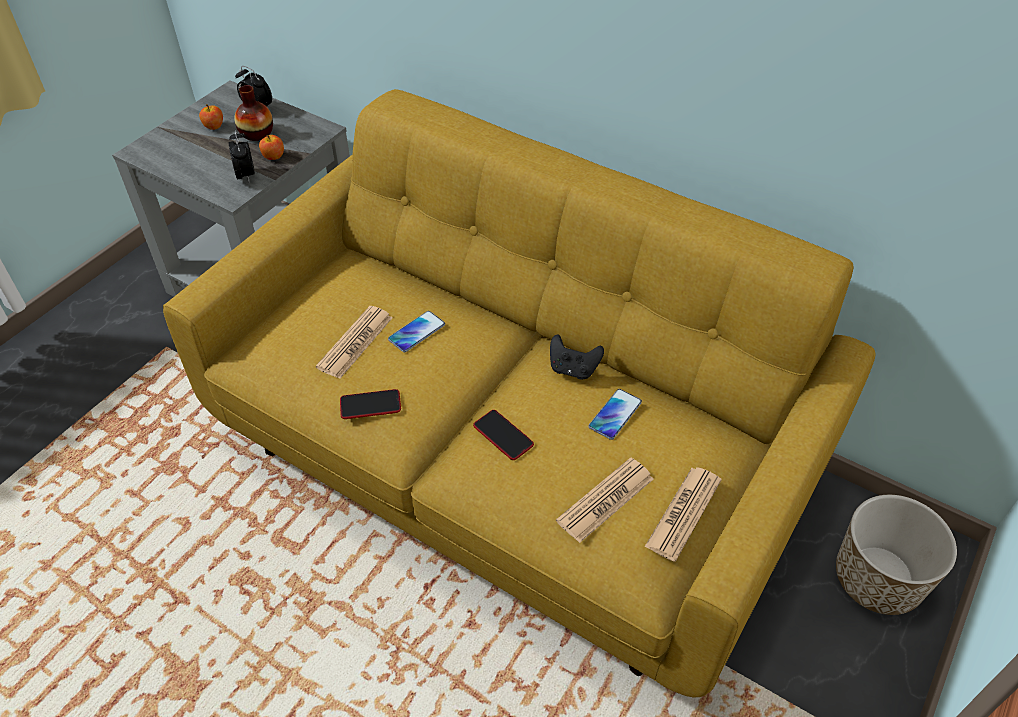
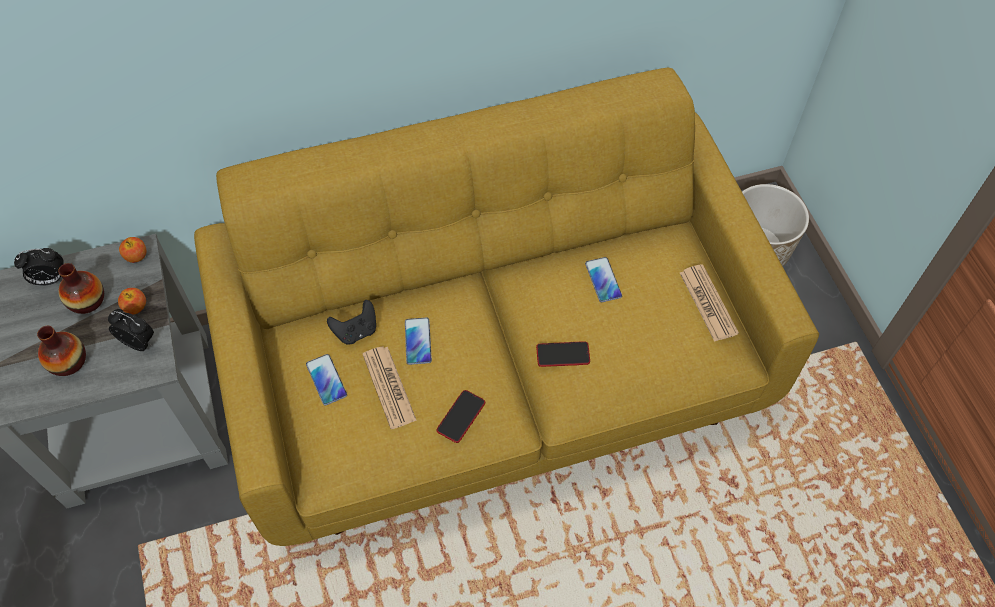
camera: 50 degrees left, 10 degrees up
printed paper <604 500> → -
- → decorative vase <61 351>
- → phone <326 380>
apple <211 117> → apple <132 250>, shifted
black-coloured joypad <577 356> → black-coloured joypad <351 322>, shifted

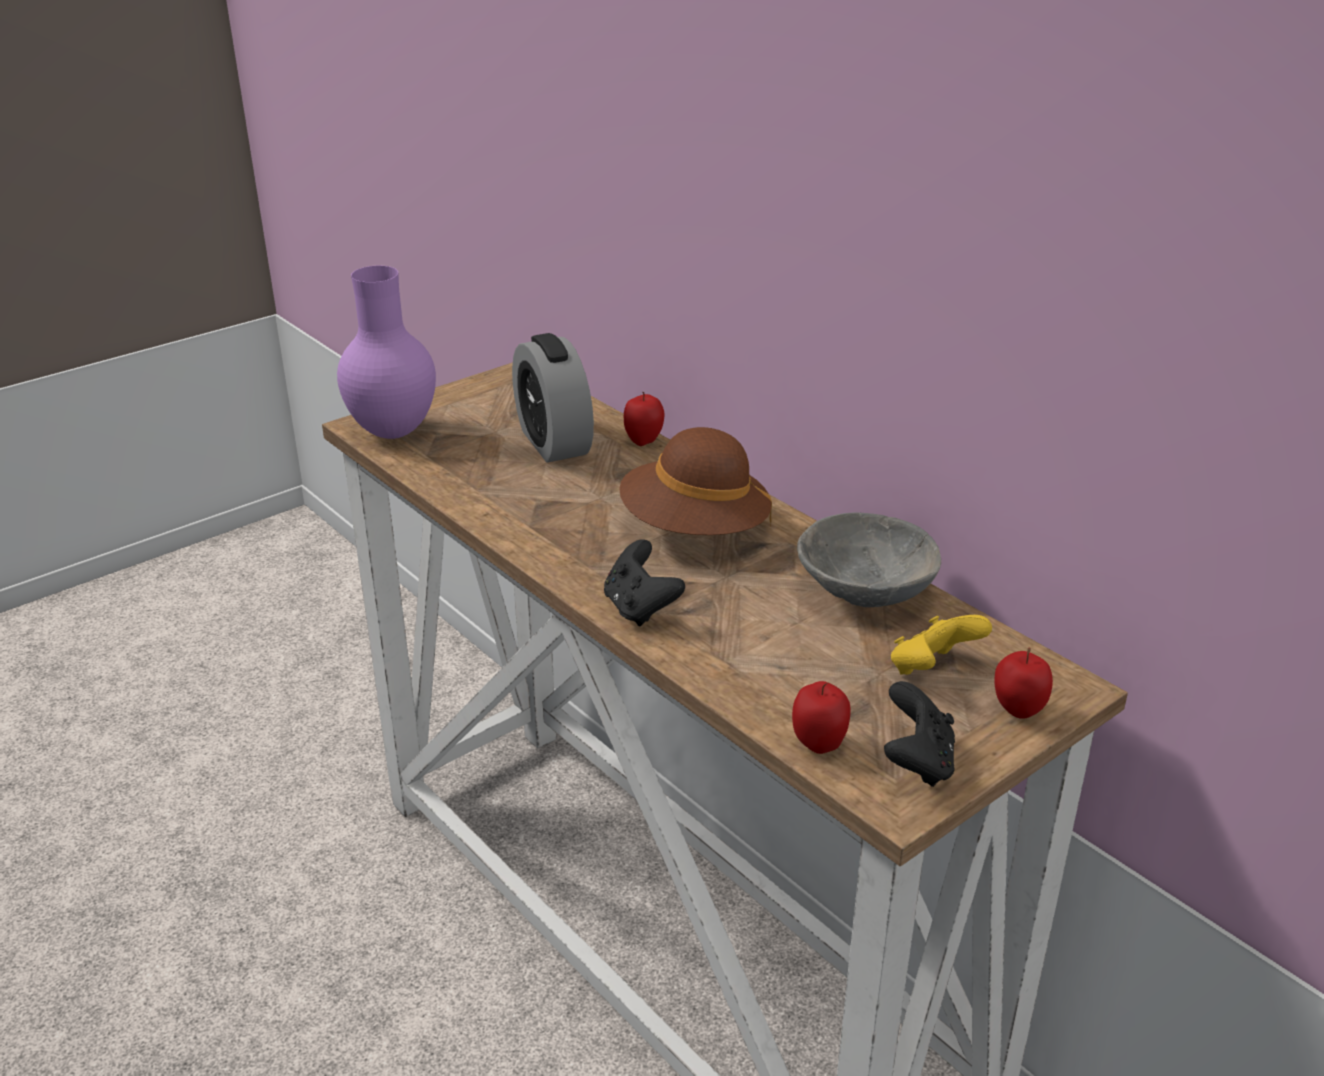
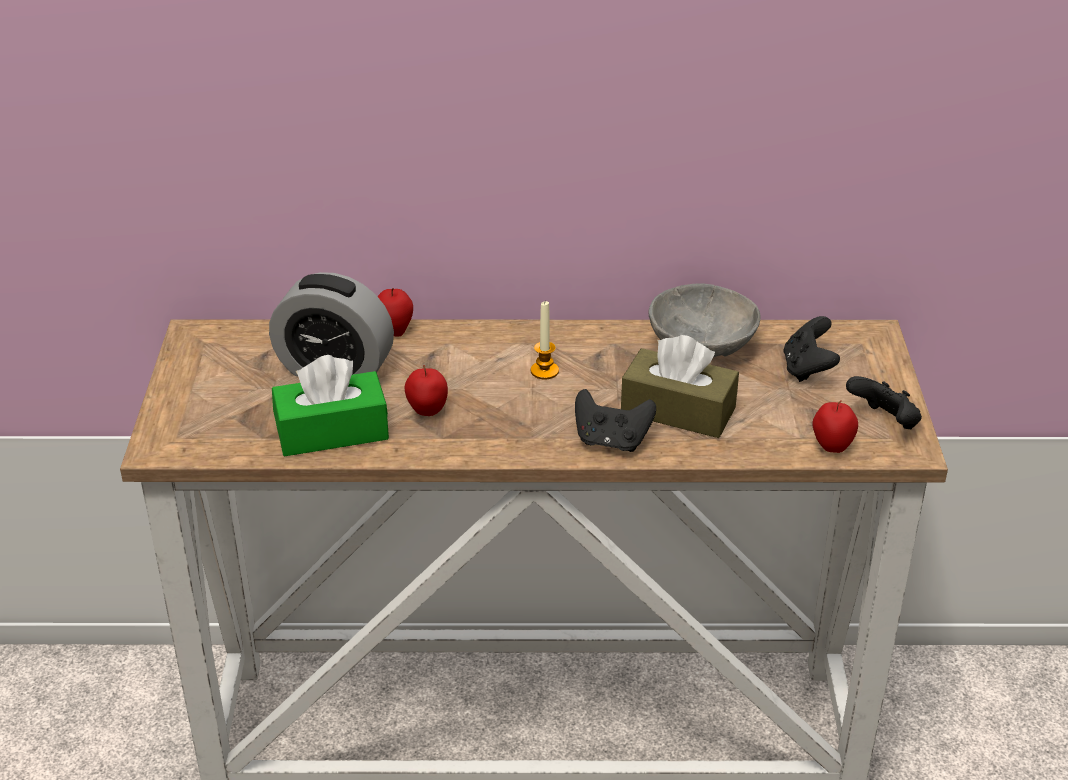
camera: 50 degrees left, 5 degrees up
purplish decorative vase <386 352> → -
- → green tissue holder <330 405>
- → brown-coloured tissue holder <680 386>
apple <1024 683> → apple <426 390>, shifted
brown-coloured wearable hat <695 481> → wax light <545 340>
yellow joypad <941 645> → black-coloured joypad <811 349>

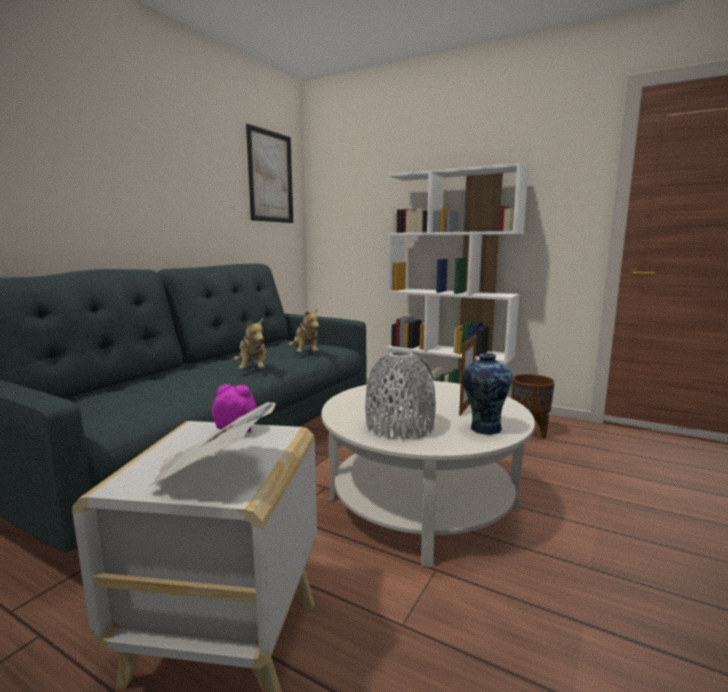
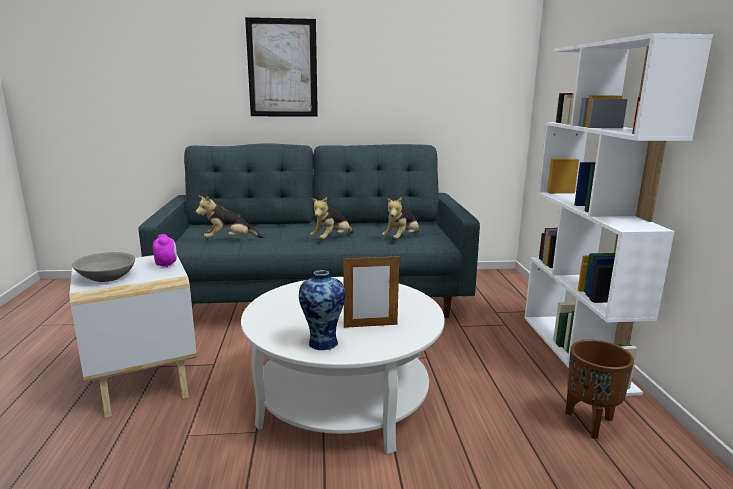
camera: 55 degrees right, 5 degrees up
grey decorative vase <400 395> → -
- → cuddly toy <229 217>
picture <269 173> → picture <281 67>, shifted
printed paper <212 444> → grey deep dish <103 267>

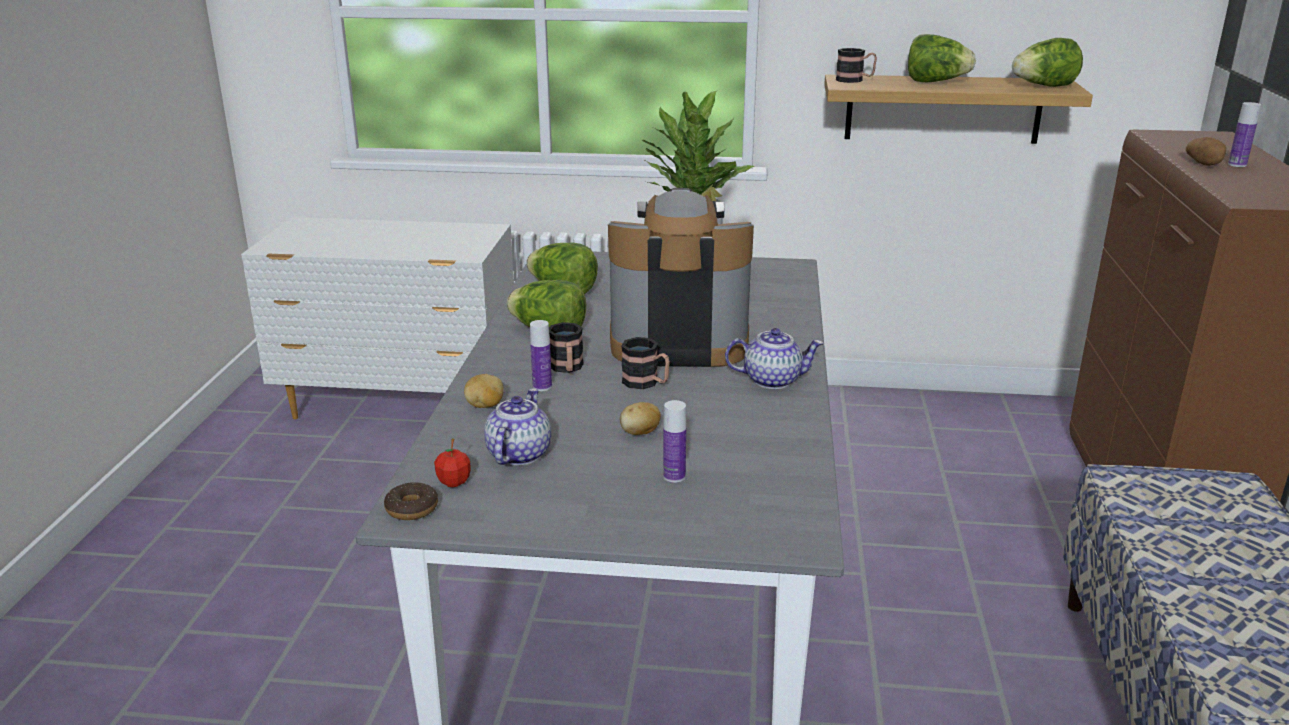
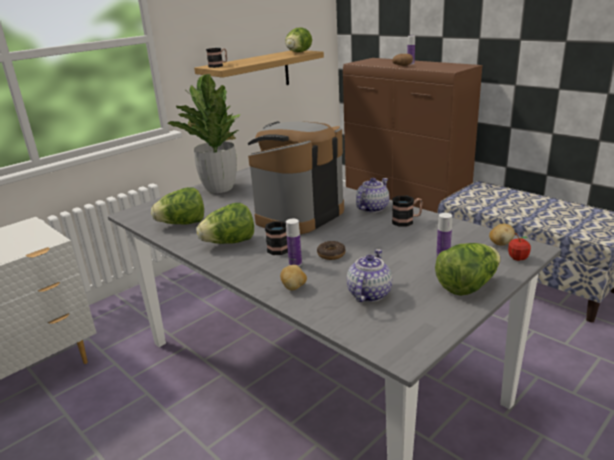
camera: 50 degrees left, 0 degrees up
donut <411 501> → donut <331 250>, shifted
apple <452 462> → apple <519 247>, shifted
whole potato <640 418> → whole potato <502 235>, shifted
mug <645 363> → mug <407 211>, shifted
lettuce head <942 58> → lettuce head <467 269>, shifted
teapot <517 427> → teapot <369 275>, 60 degrees clockwise

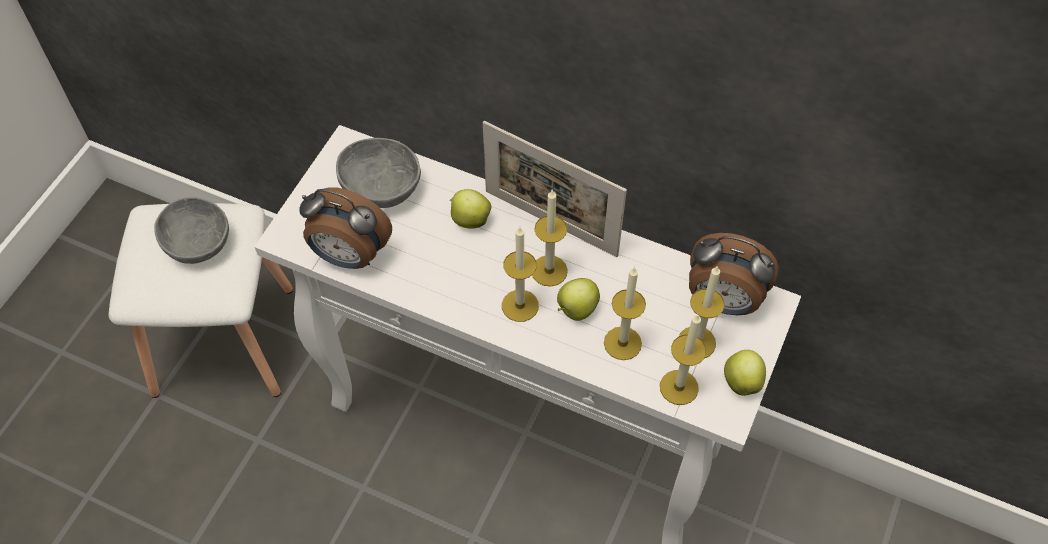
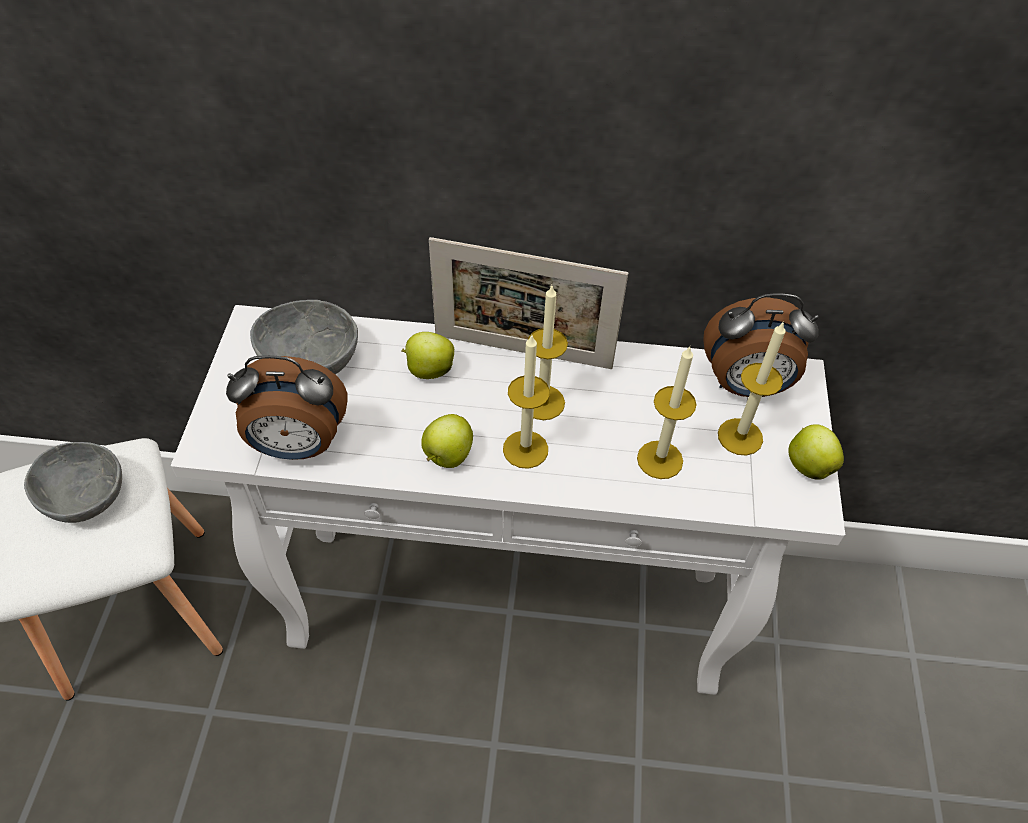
camera: 20 degrees left, 5 degrees down
wax light <683 360> → -
apple <578 299> → apple <447 441>, shifted

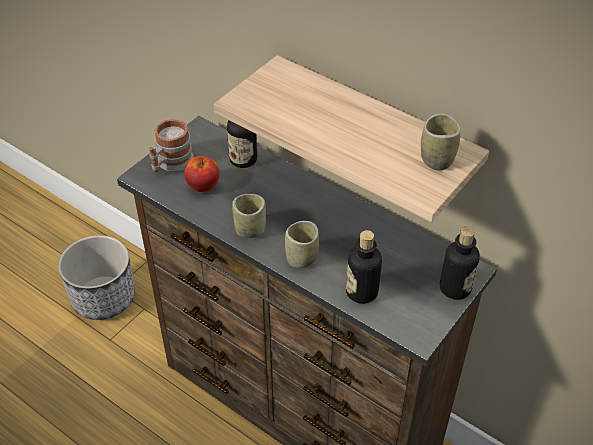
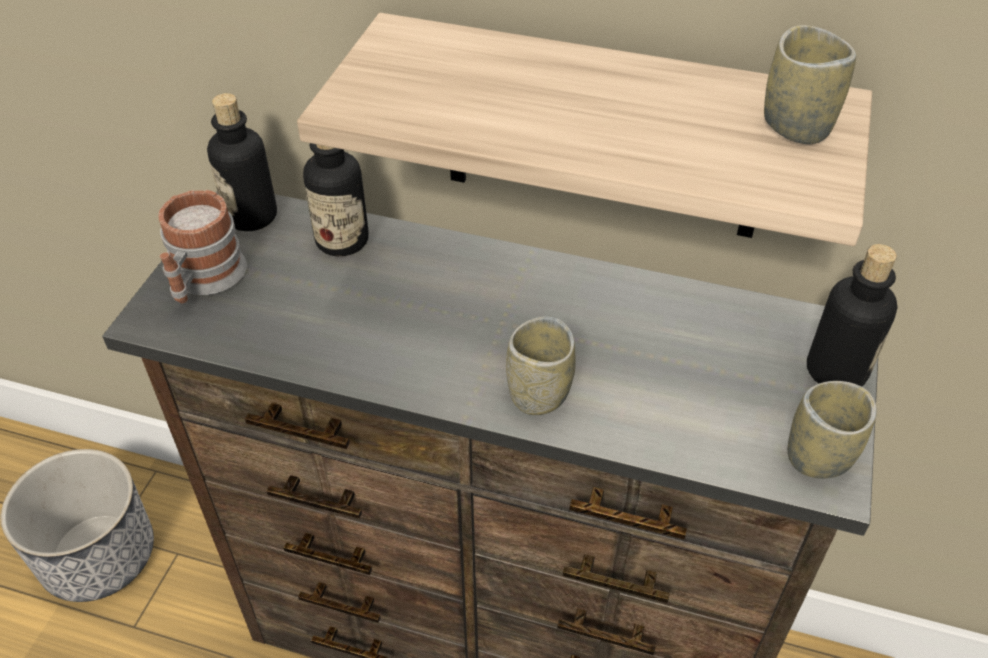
camera: 20 degrees left, 0 degrees up
apple <201 174> → -
small cup <249 216> → small cup <832 430>, shifted
bottle <364 267> → bottle <242 162>, shifted

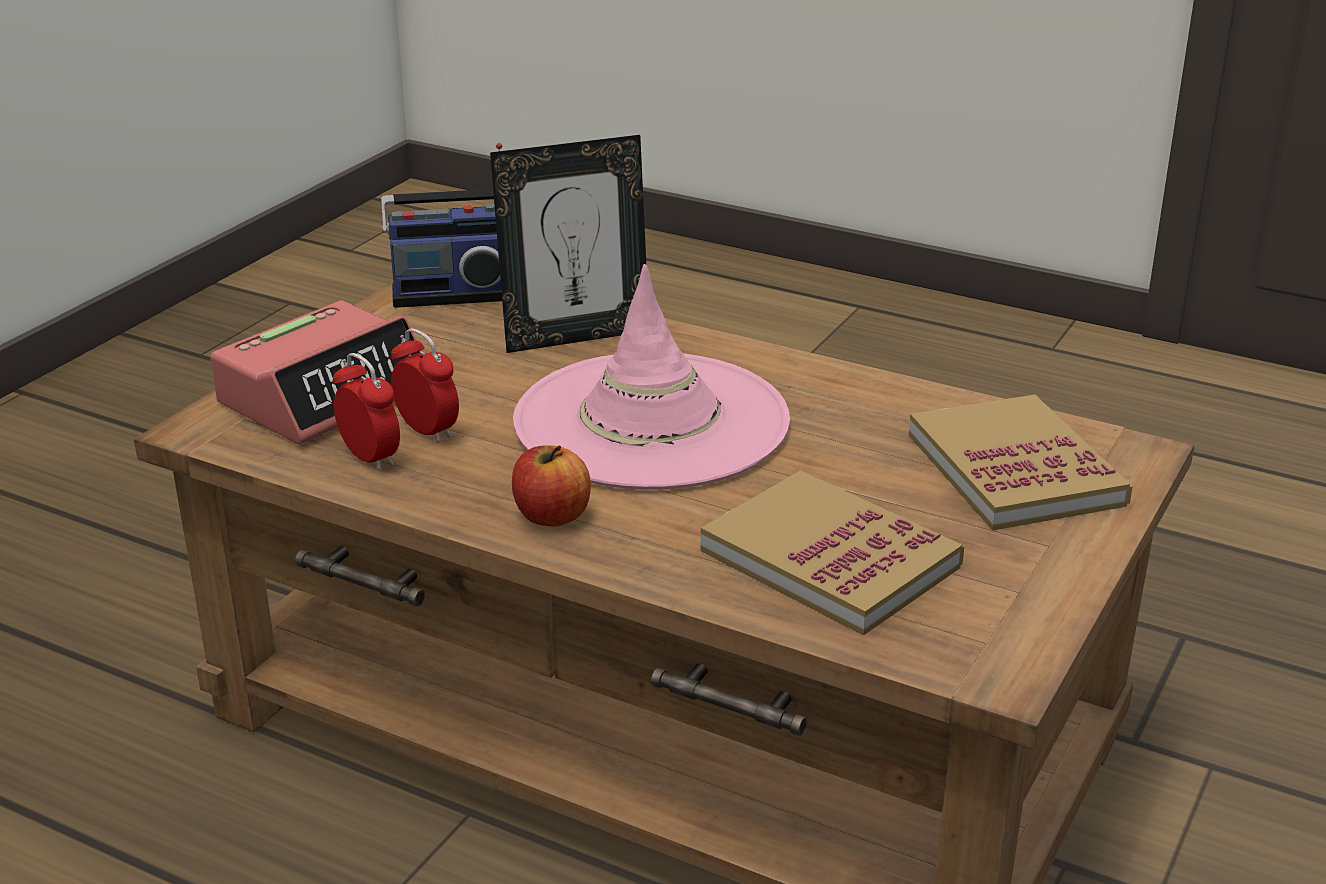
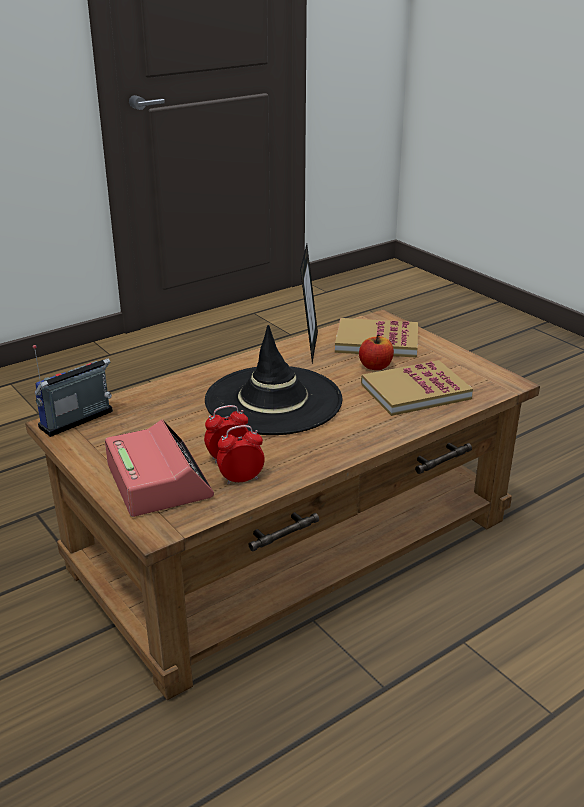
camera: 65 degrees left, 0 degrees up
picture frame <568 244> → picture frame <309 303>, shifted
apple <551 486> → apple <376 352>, shifted
pinkish wearable hat <651 377> → black-coloured wearable hat <274 380>
radio receiver <441 225> → radio receiver <73 391>, 150 degrees counterclockwise

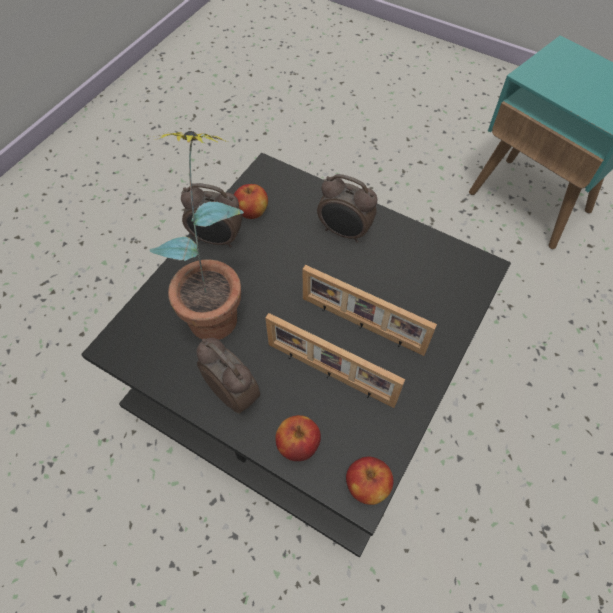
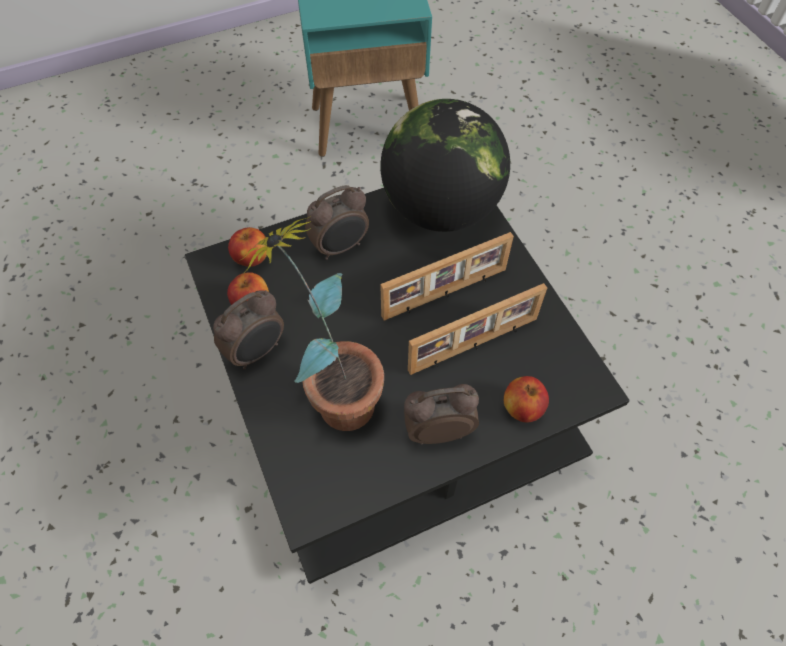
camera: 55 degrees left, 0 degrees up
- → globe <445 165>
apple <369 481> → apple <247 247>, shifted

